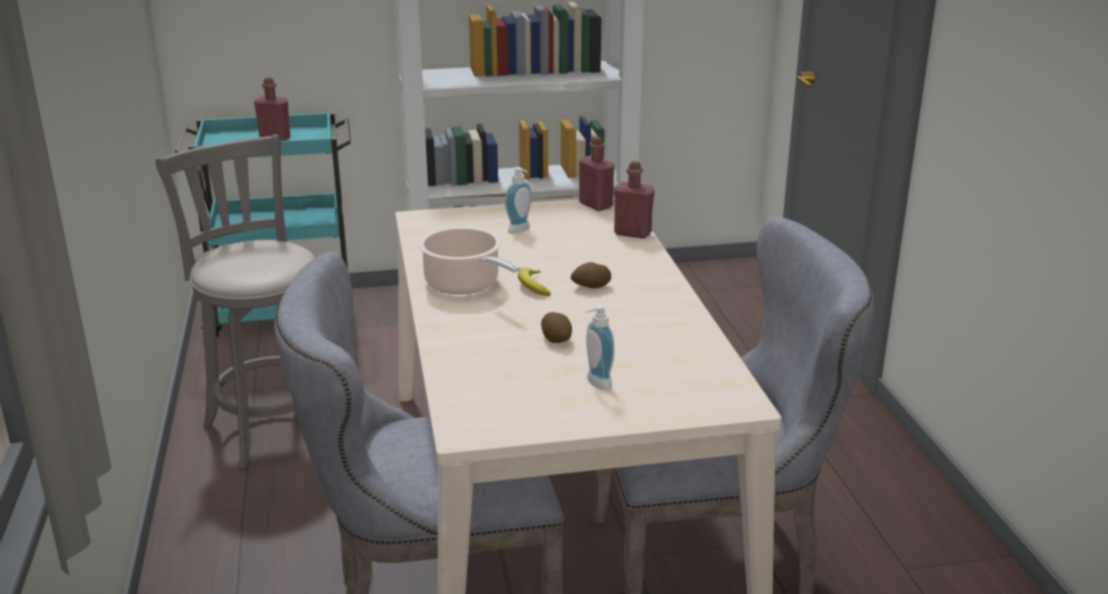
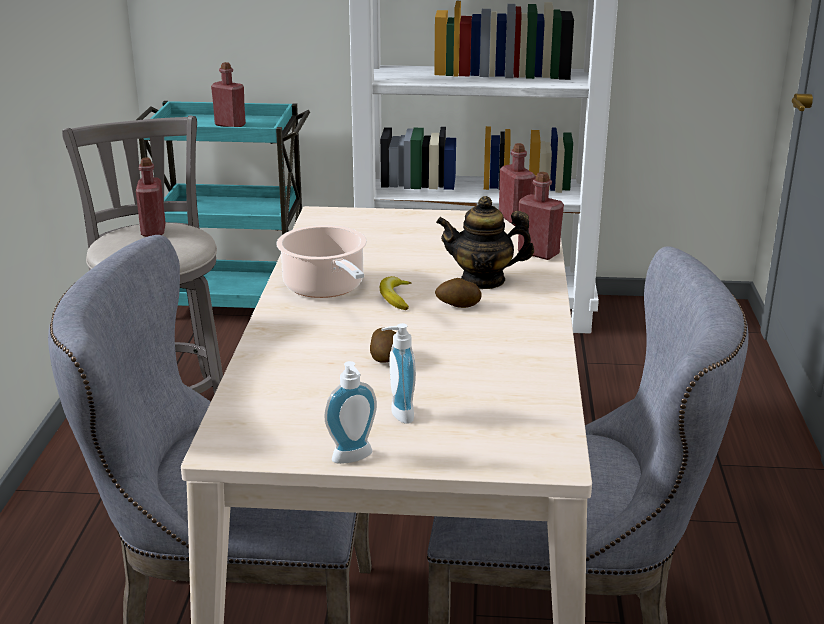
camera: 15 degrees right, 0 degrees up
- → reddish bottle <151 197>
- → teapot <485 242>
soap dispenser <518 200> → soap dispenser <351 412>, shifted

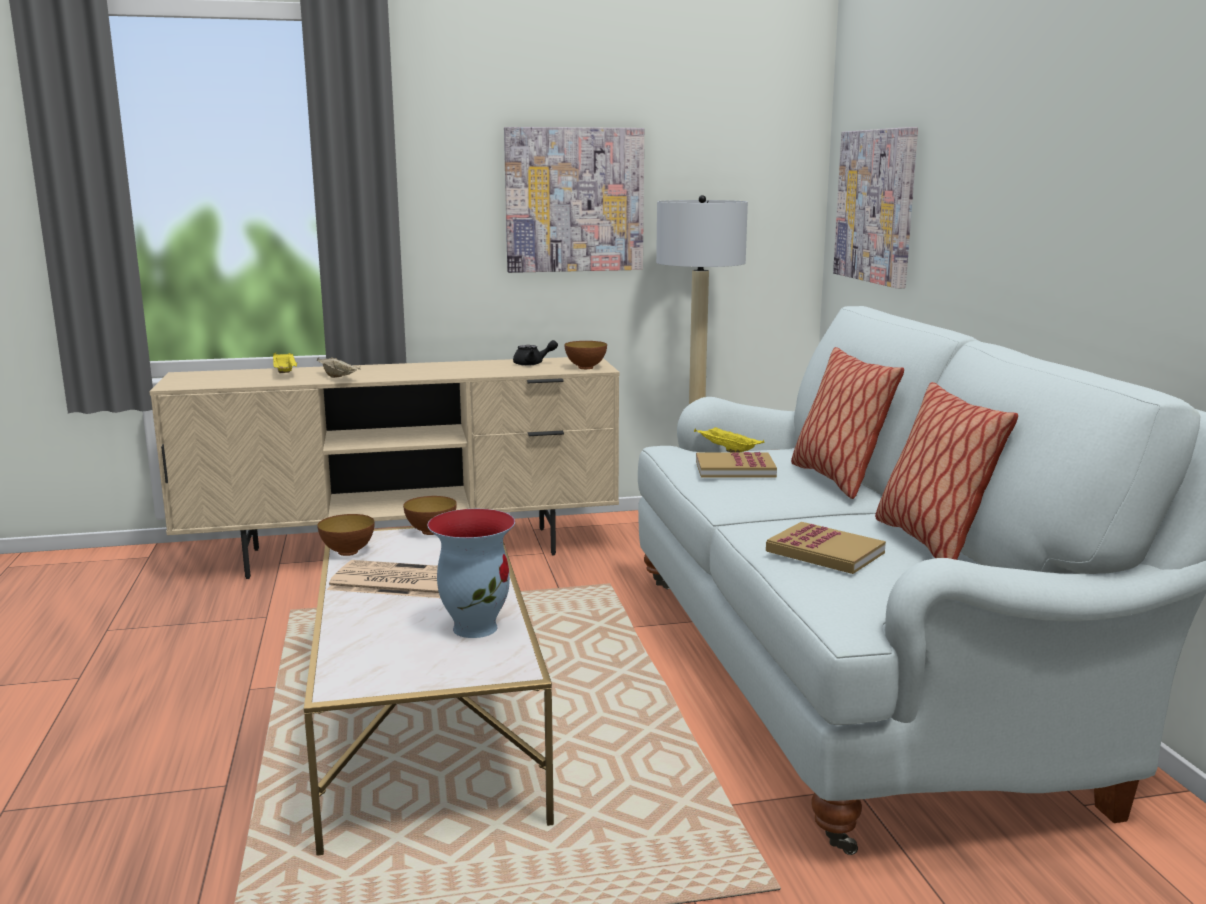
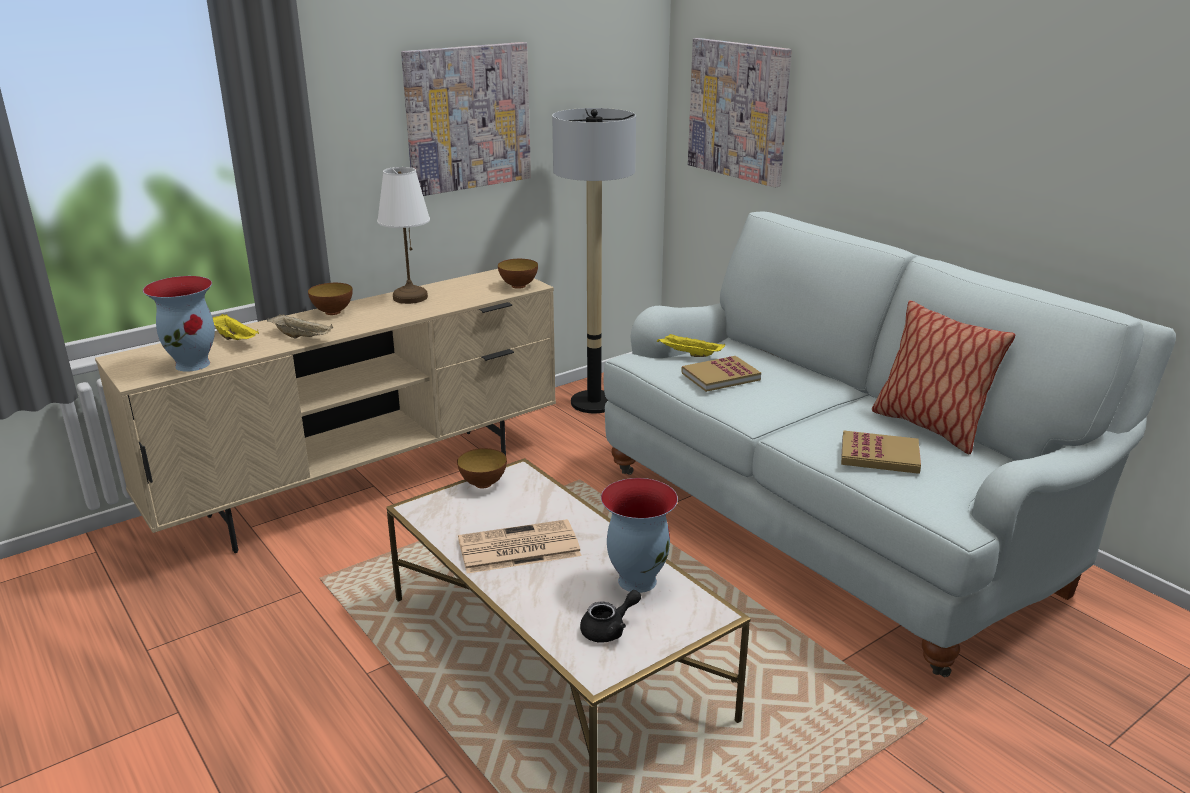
camera: 25 degrees left, 10 degrees up
cushion <847 423> → -
- → decorative vase <179 324>
- → white-coloured table lamp <403 235>
deep dish <346 535> → deep dish <330 299>, shifted
black-coloured teapot <535 353> → black-coloured teapot <610 616>, shifted

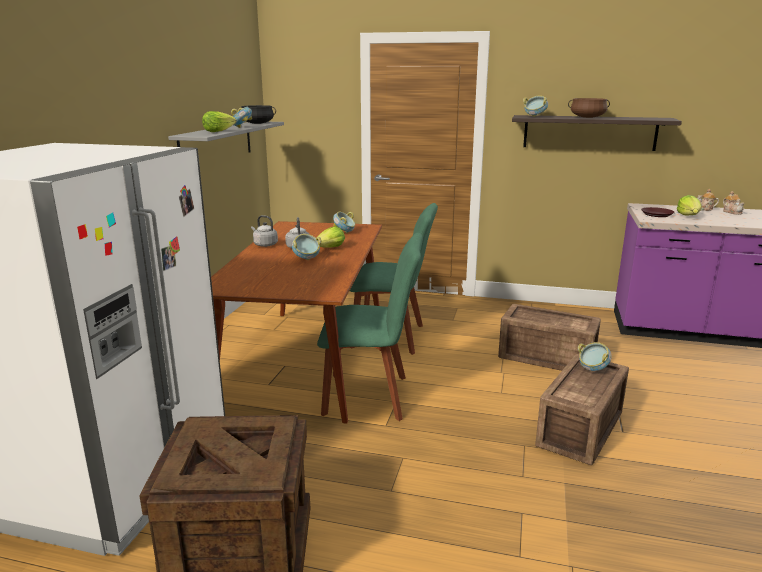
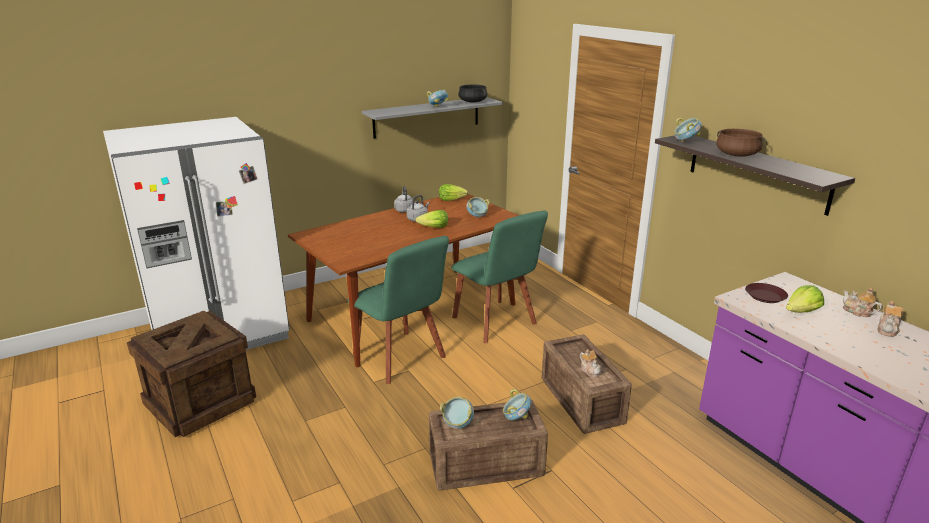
camera: 45 degrees right, 5 degrees up
- → teapot <591 363>
lettuce head <219 121> → lettuce head <453 192>, shifted
deep dish <307 247> → deep dish <457 412>, shifted

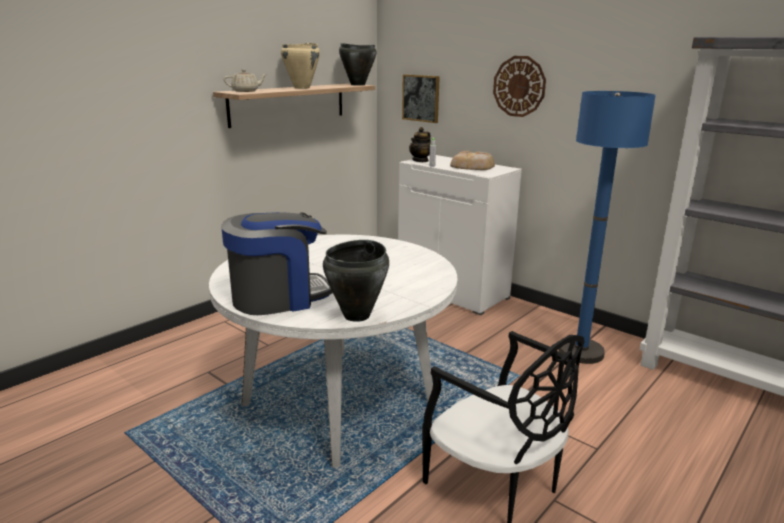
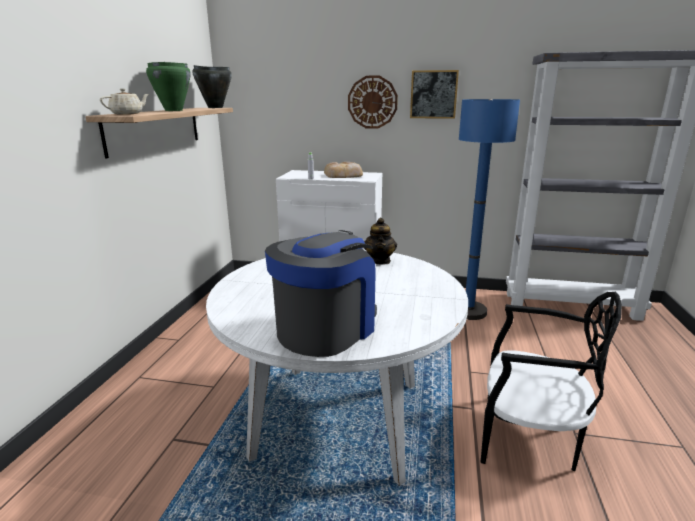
camera: 30 degrees left, 0 degrees up
black-coloured cooking pot <356 281> → -
picture <421 98> → picture <434 94>, shifted
teapot <420 144> → teapot <380 241>, shifted
beige cooking pot <300 66> → green cooking pot <168 86>

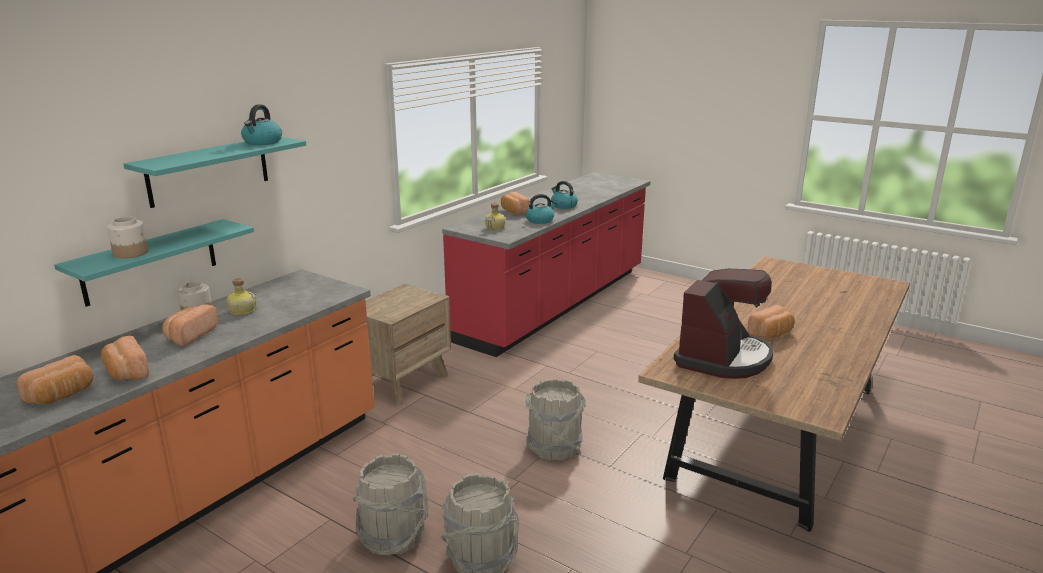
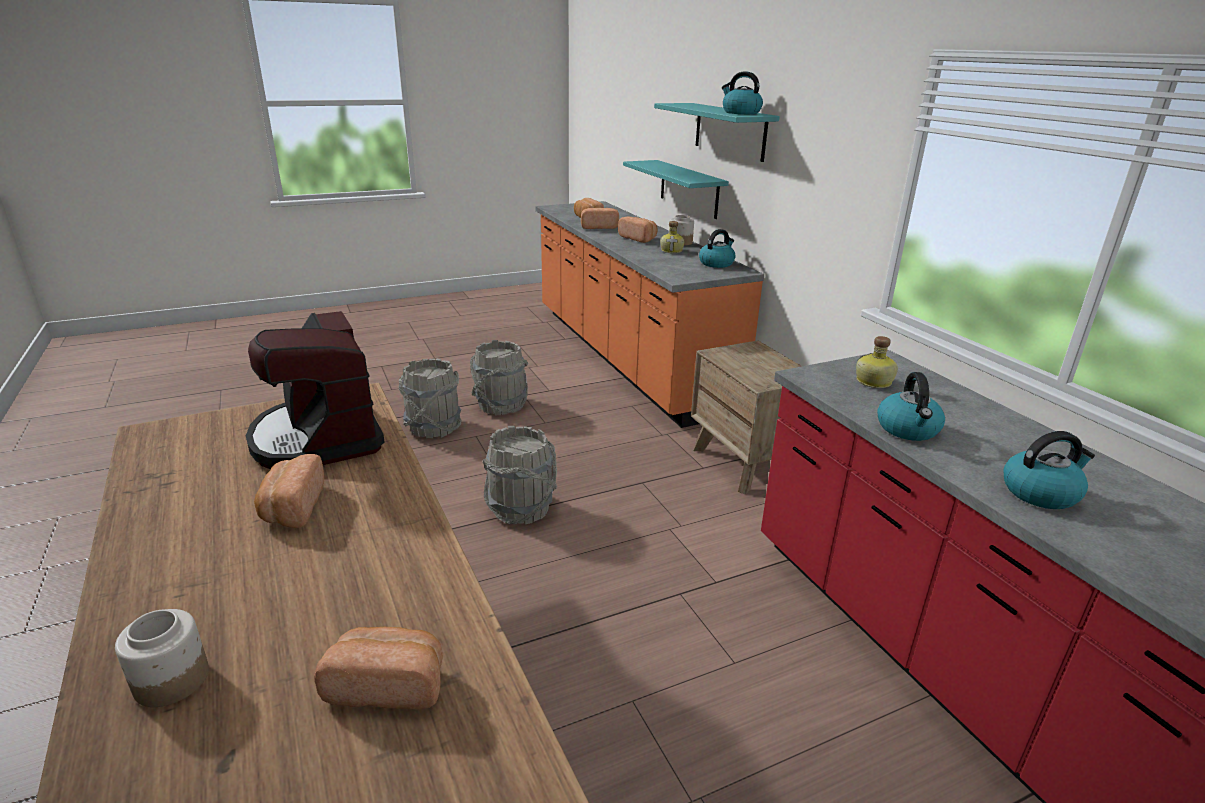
camera: 120 degrees right, 5 degrees up
- → water kettle <717 248>
jar <128 238> → jar <162 658>, shifted
bread <515 203> → bread <378 668>, shifted

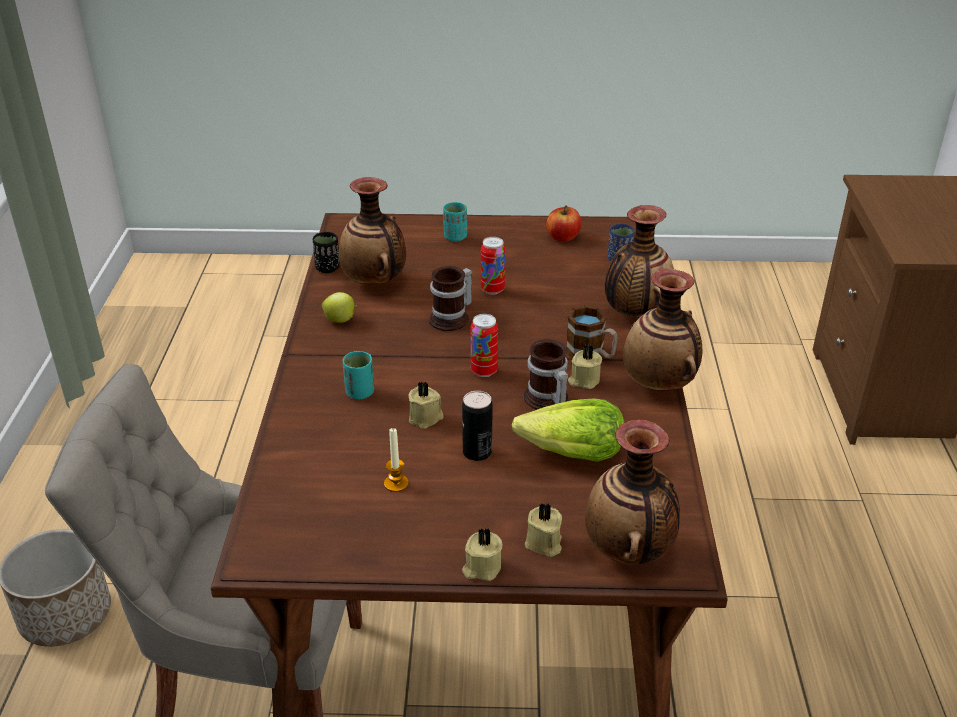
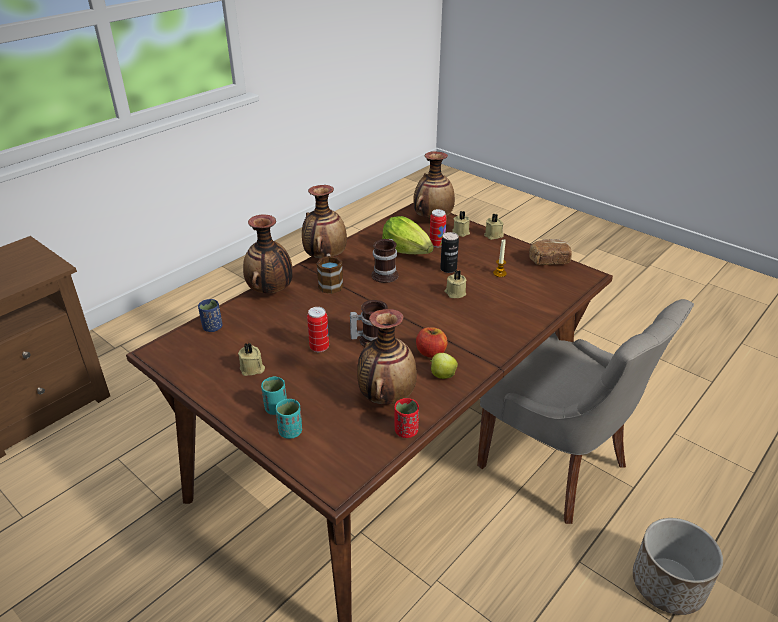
camera: 140 degrees left, 0 degrees up
- → bread <550 252>
turquoise-coloured small cup <358 375> → turquoise-coloured small cup <289 419>, shifted
metal can <484 345> → metal can <438 228>, shifted
apple <563 223> → apple <432 342>, shifted
beige wax light <585 367> → beige wax light <251 359>, shifted
black-coloured small cup <326 252> → reddish small cup <406 418>

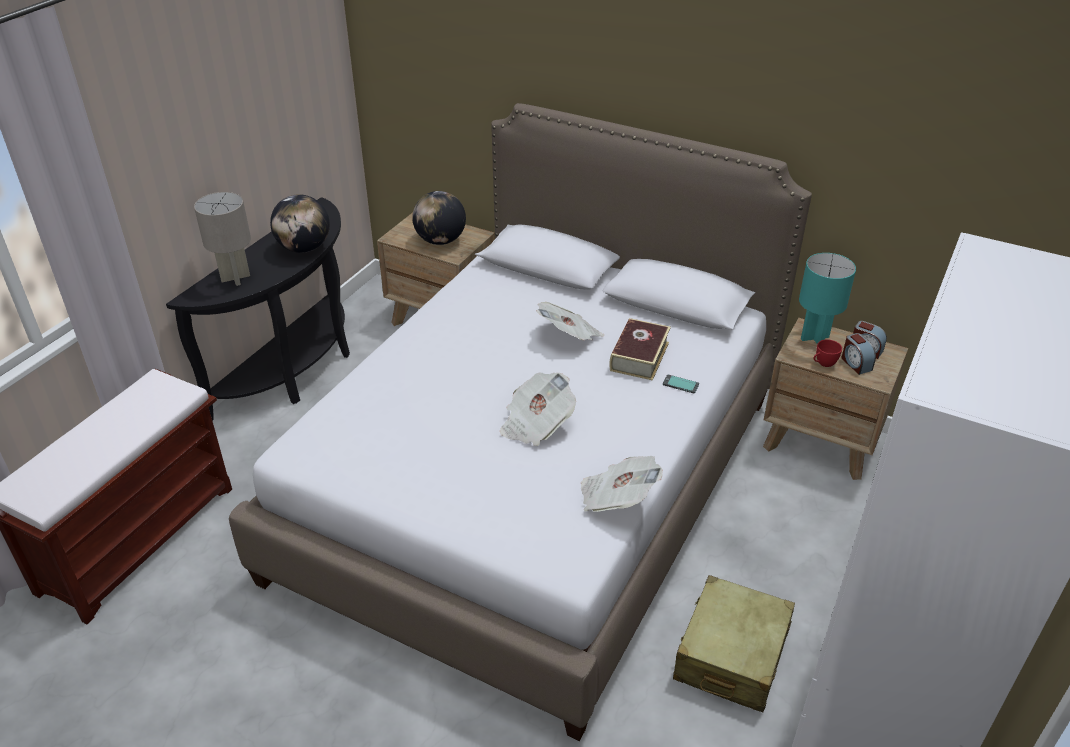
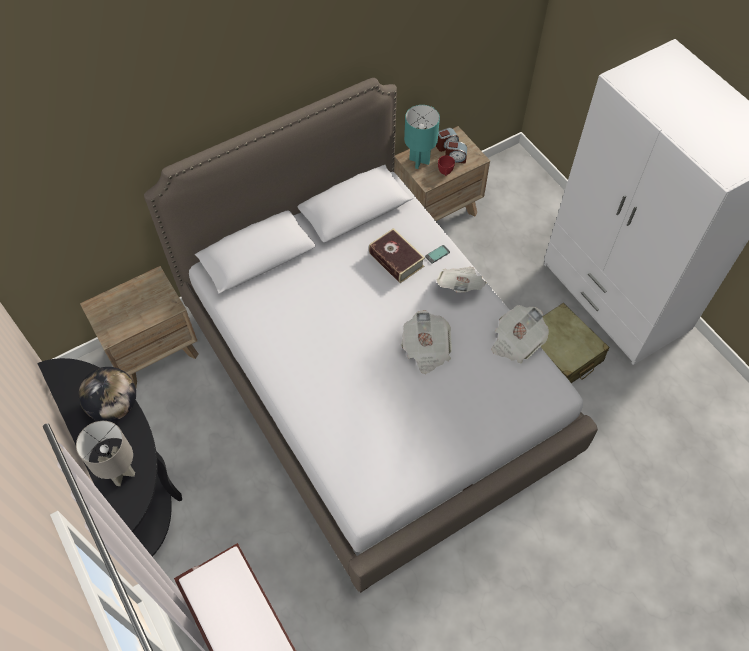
camera: 60 degrees left, 20 degrees up
globe <439 218> → -
printed paper <570 321> → printed paper <461 280>, shifted

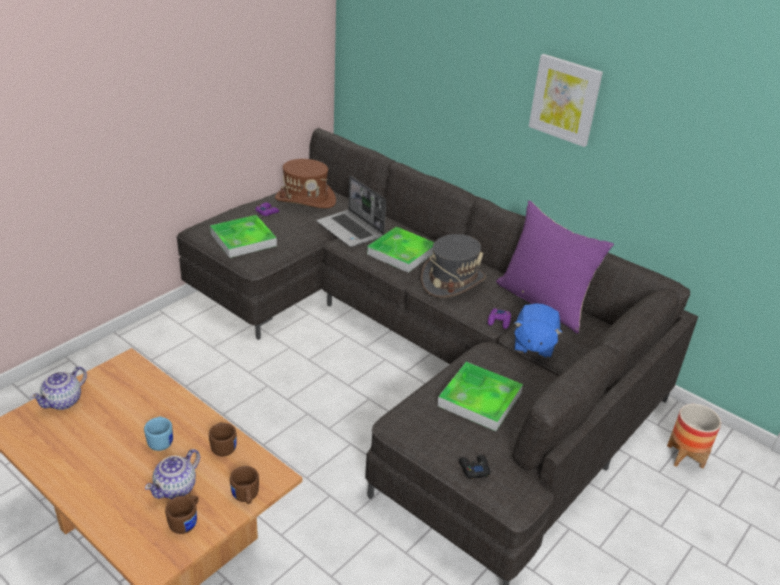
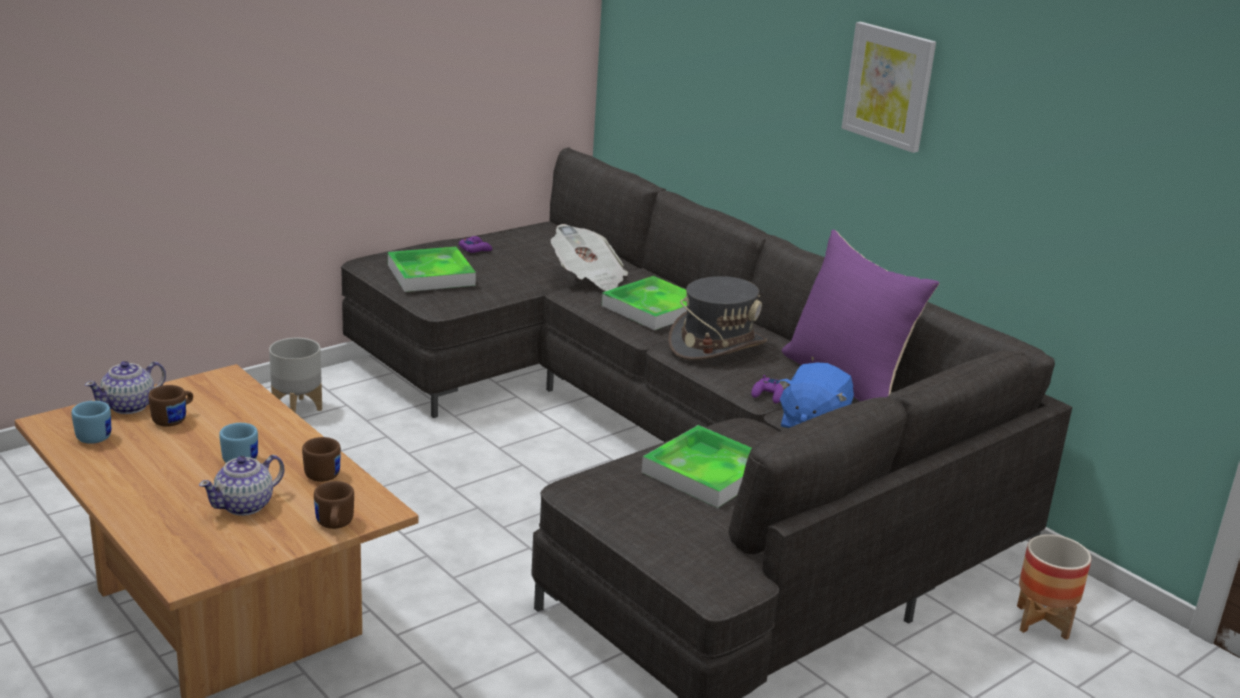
camera: 10 degrees right, 10 degrees down
brown-coloured wearable hat <305 183> → -
black-coloured joypad <474 467> → -
- → blue mug <91 422>
- → grey planter <295 375>
brown-coloured mug <182 515> → brown-coloured mug <170 406>, shifted
portable computer <351 211> → printed paper <589 257>

